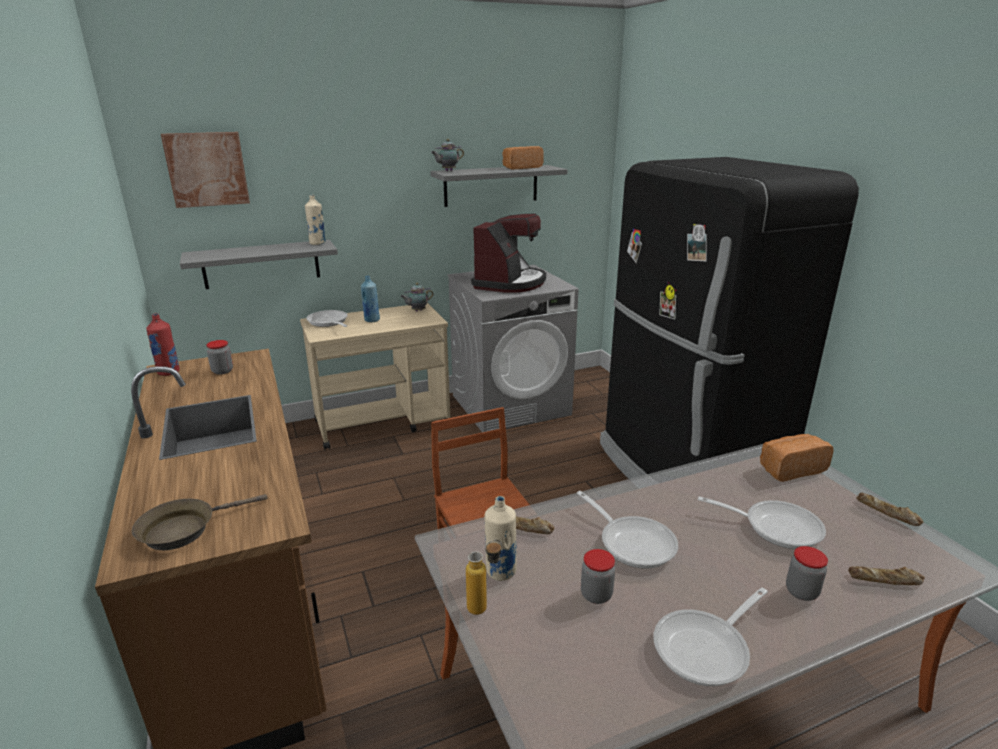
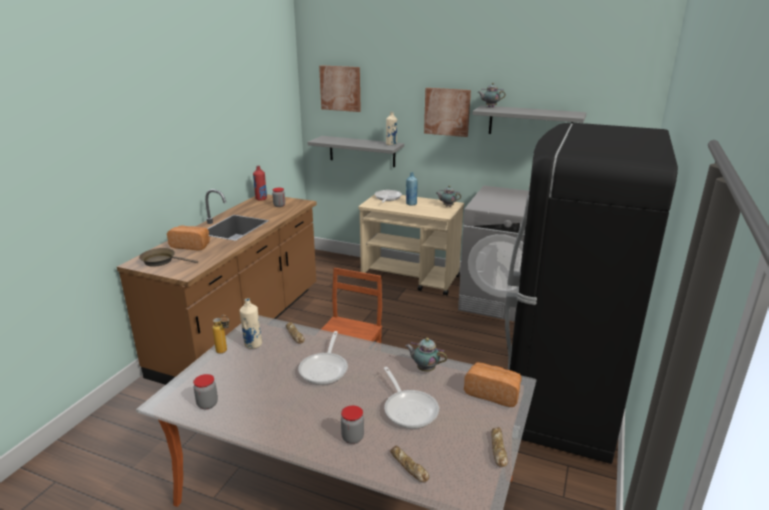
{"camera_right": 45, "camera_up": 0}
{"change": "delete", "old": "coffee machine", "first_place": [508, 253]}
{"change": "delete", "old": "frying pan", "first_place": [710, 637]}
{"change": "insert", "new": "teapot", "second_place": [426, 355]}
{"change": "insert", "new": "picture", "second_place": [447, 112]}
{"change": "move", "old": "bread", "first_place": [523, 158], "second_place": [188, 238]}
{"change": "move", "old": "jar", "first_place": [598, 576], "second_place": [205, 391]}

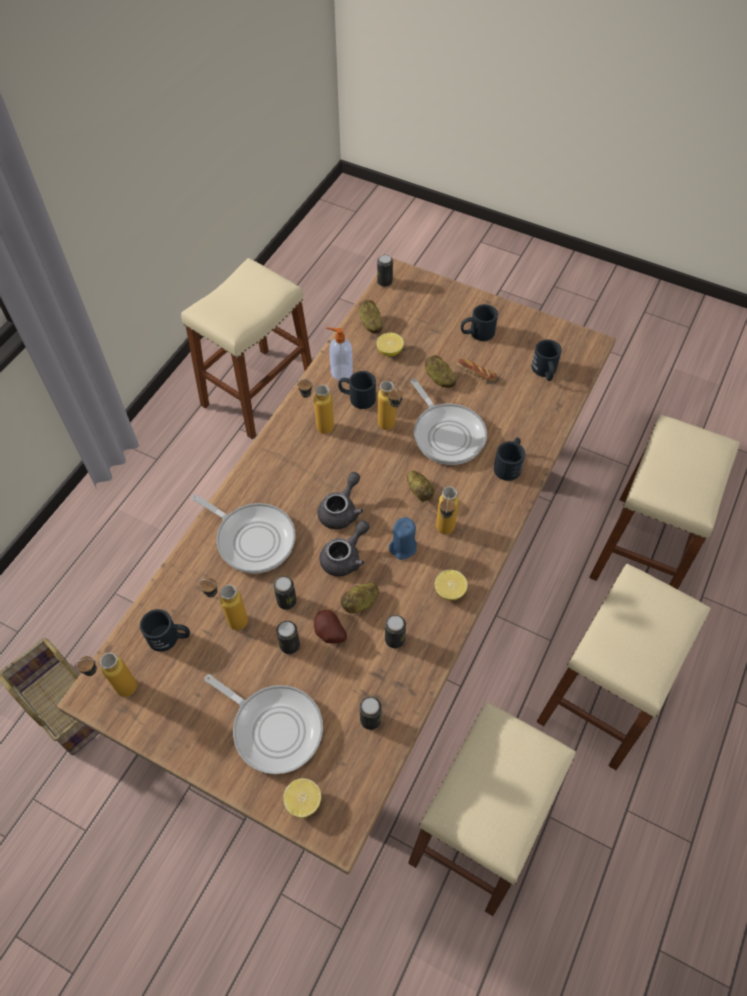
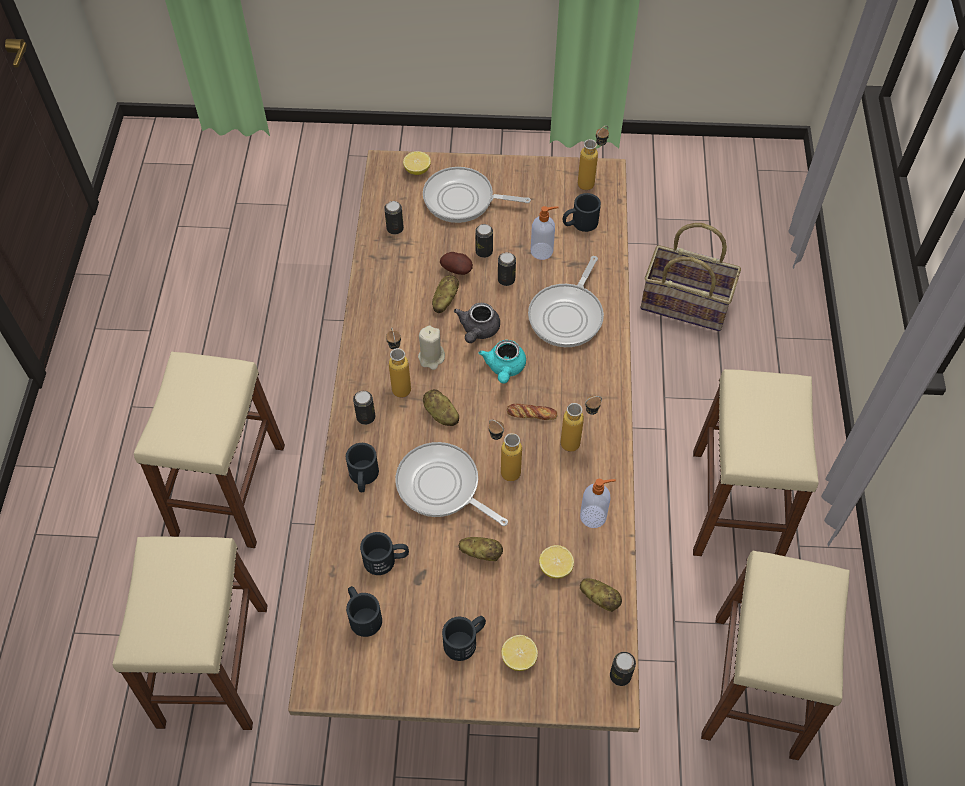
{"camera_right": 155, "camera_up": 0}
{"change": "move", "old": "mug in black", "first_place": [357, 390], "second_place": [384, 553]}
{"change": "move", "old": "can", "first_place": [395, 631], "second_place": [364, 408]}
{"change": "move", "old": "stool in beige", "first_place": [492, 809], "second_place": [756, 462]}
{"change": "move", "old": "lemon", "first_place": [451, 585], "second_place": [520, 653]}
{"change": "move", "old": "bread", "first_place": [477, 370], "second_place": [532, 412]}
{"change": "replace", "old": "bottle", "new": "soap dispenser", "first_place": [223, 604], "second_place": [545, 233]}
{"change": "recolor", "old": "teapot in grey", "new": "teapot in turquoise", "first_place": [340, 500], "second_place": [502, 362]}
{"change": "recolor", "old": "candle in blue", "new": "candle in beige", "first_place": [403, 538], "second_place": [431, 348]}
{"change": "rotate", "old": "frying pan", "first_place": [244, 534], "second_place": [566, 301], "degrees": -75}

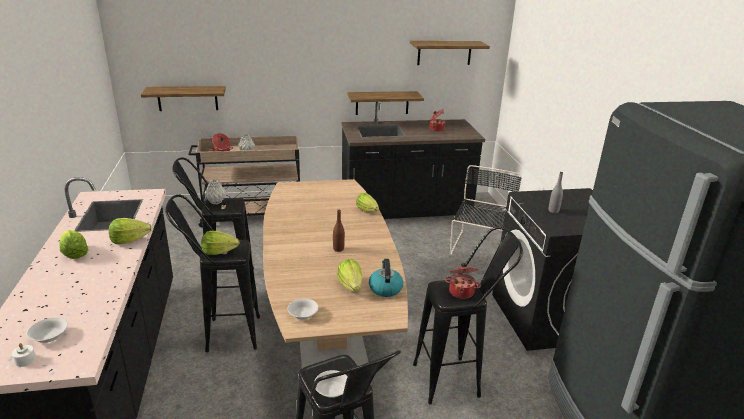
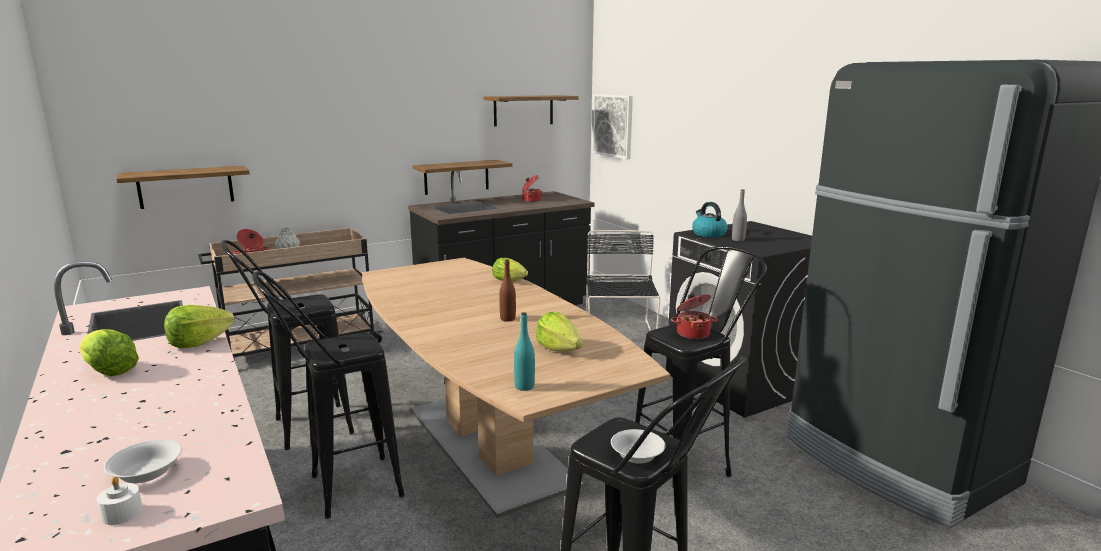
{"camera_right": -20, "camera_up": -10}
{"change": "delete", "old": "lettuce", "first_place": [220, 243]}
{"change": "delete", "old": "vase in grey", "first_place": [215, 192]}
{"change": "insert", "new": "picture", "second_place": [612, 126]}
{"change": "move", "old": "kettle", "first_place": [386, 278], "second_place": [710, 220]}
{"change": "replace", "old": "bowl in white", "new": "bottle in turquoise", "first_place": [303, 309], "second_place": [524, 351]}

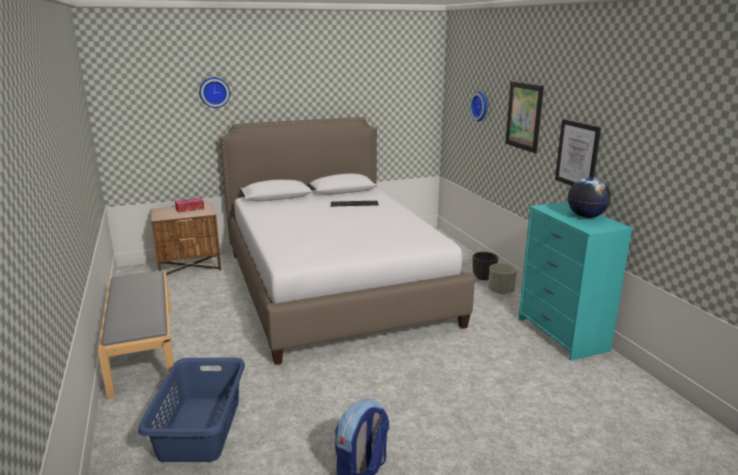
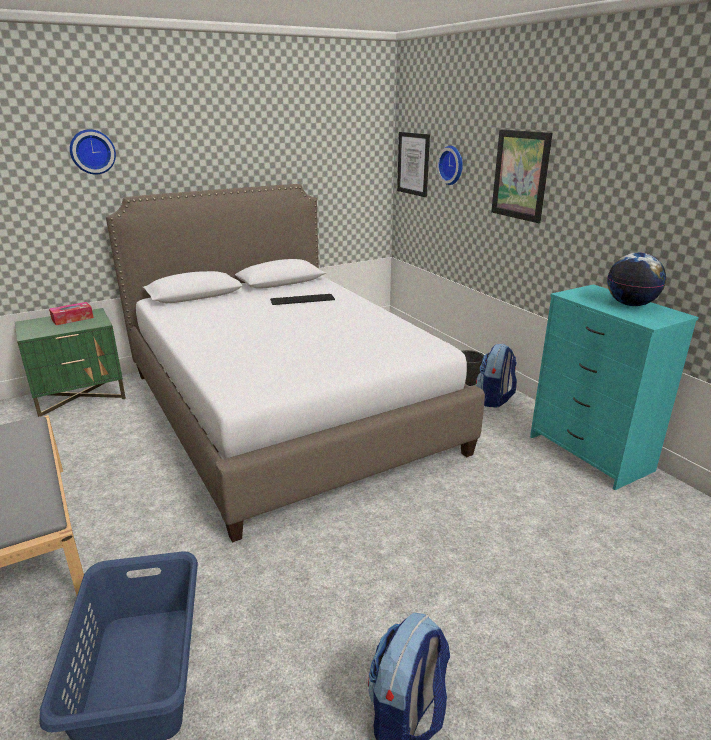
{"camera_right": -10, "camera_up": 5}
{"change": "move", "old": "picture", "first_place": [578, 152], "second_place": [413, 164]}
{"change": "replace", "old": "planter in grey", "new": "backpack", "first_place": [502, 278], "second_place": [496, 376]}
{"change": "recolor", "old": "nightstand in brown", "new": "nightstand in green", "first_place": [186, 239], "second_place": [70, 362]}

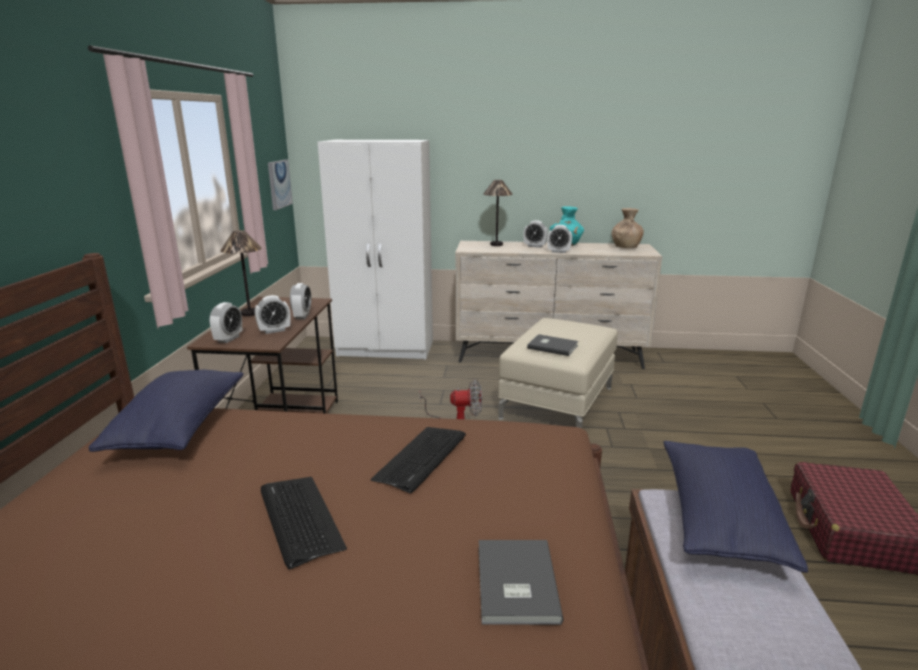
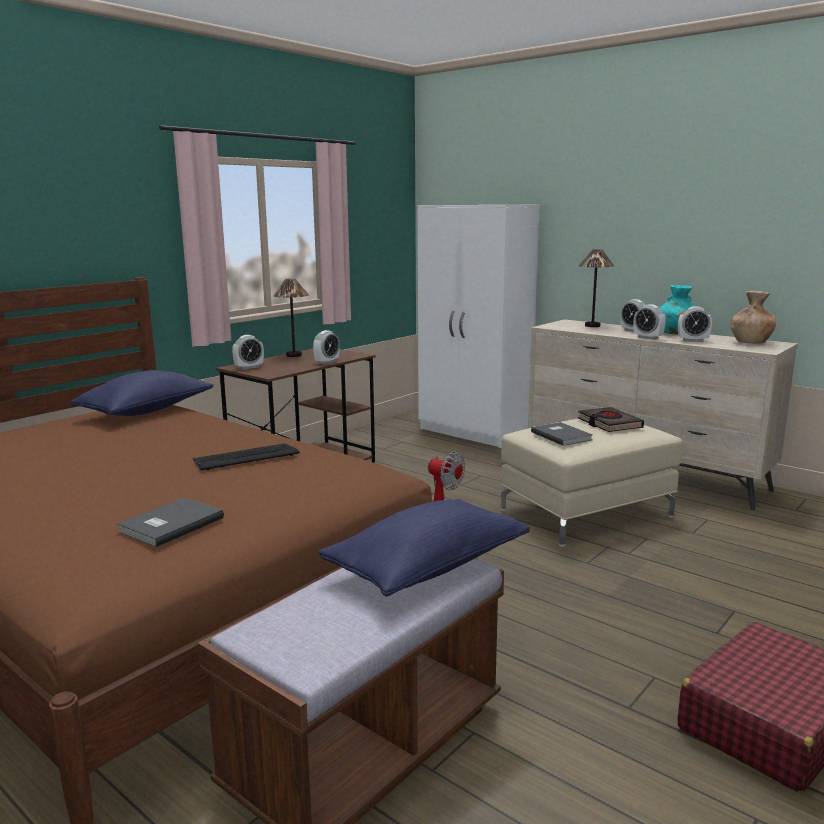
{"camera_right": 35, "camera_up": -5}
{"change": "delete", "old": "keyboard", "first_place": [304, 523]}
{"change": "delete", "old": "picture", "first_place": [280, 185]}
{"change": "insert", "new": "book in black", "second_place": [611, 419]}
{"change": "move", "old": "alarm clock", "first_place": [273, 314], "second_place": [695, 324]}

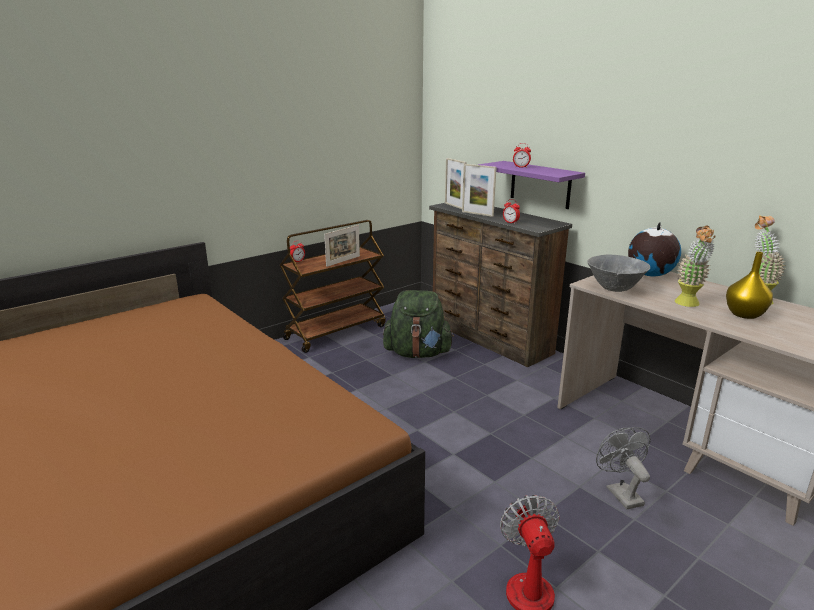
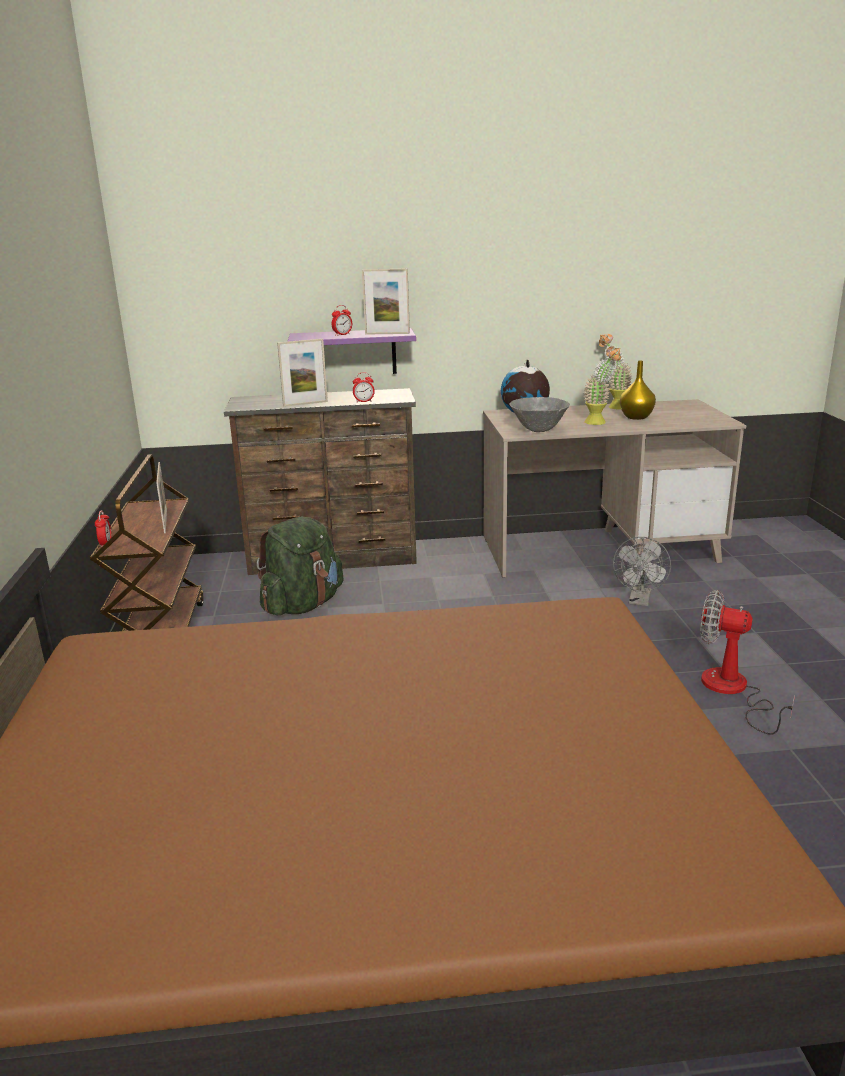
{"camera_right": -55, "camera_up": 0}
{"change": "move", "old": "picture frame", "first_place": [456, 183], "second_place": [386, 302]}
{"change": "rotate", "old": "fan in grey", "first_place": [623, 468], "second_place": [642, 571], "degrees": -90}

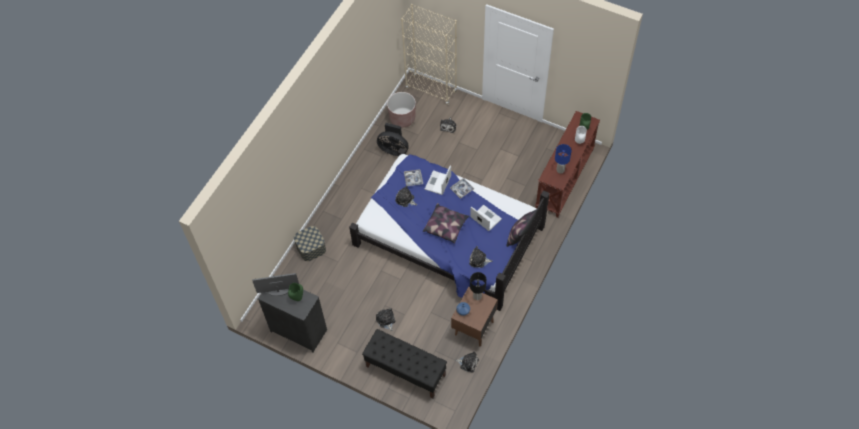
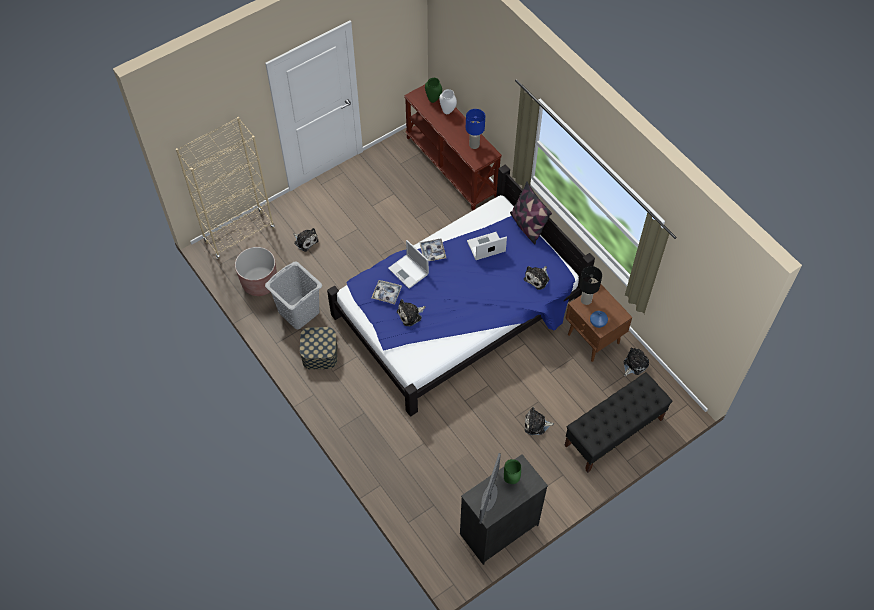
{"camera_right": -65, "camera_up": 0}
{"change": "delete", "old": "pillow", "first_place": [446, 223]}
{"change": "move", "old": "storage box", "first_place": [310, 243], "second_place": [318, 348]}
{"change": "replace", "old": "fan in black", "new": "laundry basket in grey", "first_place": [393, 139], "second_place": [293, 295]}

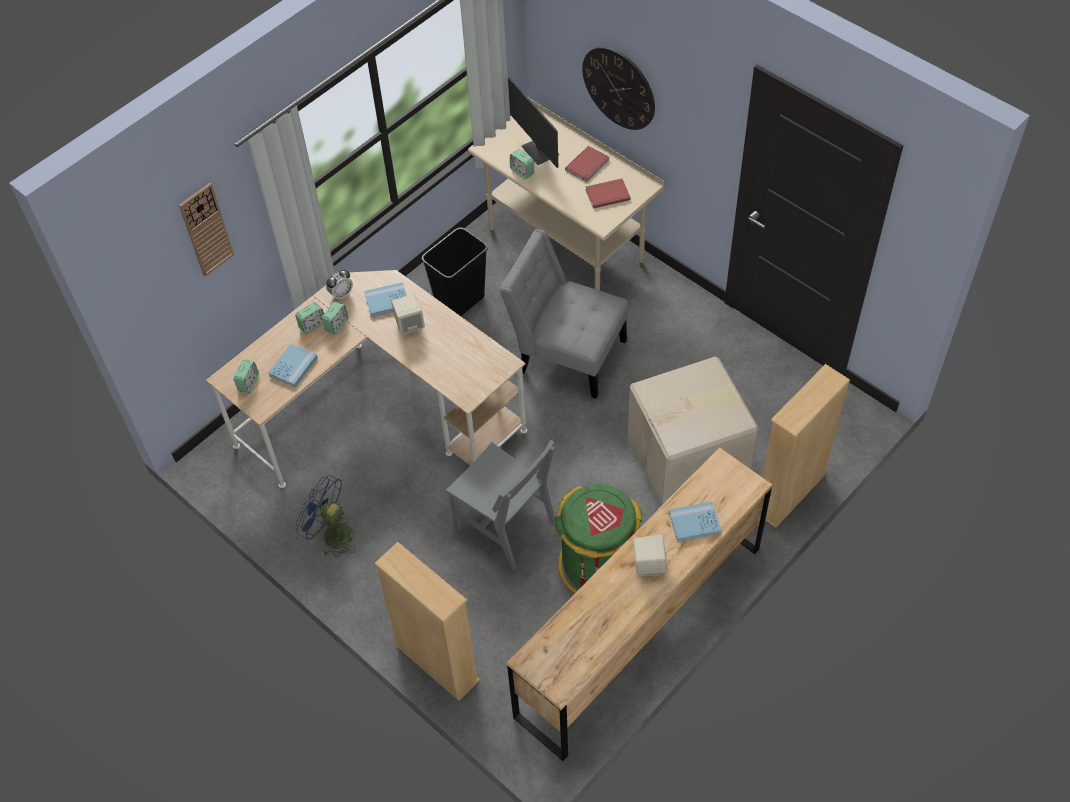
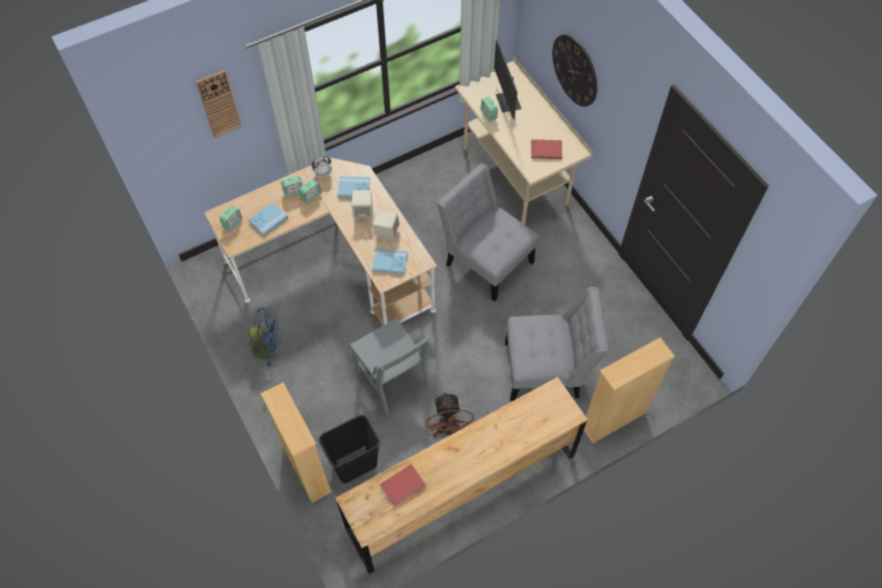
{"camera_right": 15, "camera_up": 5}
{"change": "move", "old": "trash can in black", "first_place": [455, 272], "second_place": [349, 449]}
{"change": "move", "old": "book in red", "first_place": [587, 164], "second_place": [403, 485]}
{"change": "move", "old": "speaker in beige", "first_place": [650, 555], "second_place": [386, 225]}
{"change": "move", "old": "book in blue", "first_place": [695, 521], "second_place": [389, 261]}
{"change": "replace", "old": "trash can in green", "new": "fan in brown", "first_place": [598, 538], "second_place": [450, 415]}
{"change": "replace", "old": "cardboard box", "new": "chair in grey", "first_place": [693, 431], "second_place": [557, 344]}
{"change": "rotate", "old": "fan in blue", "first_place": [326, 516], "second_place": [263, 337], "degrees": 135}

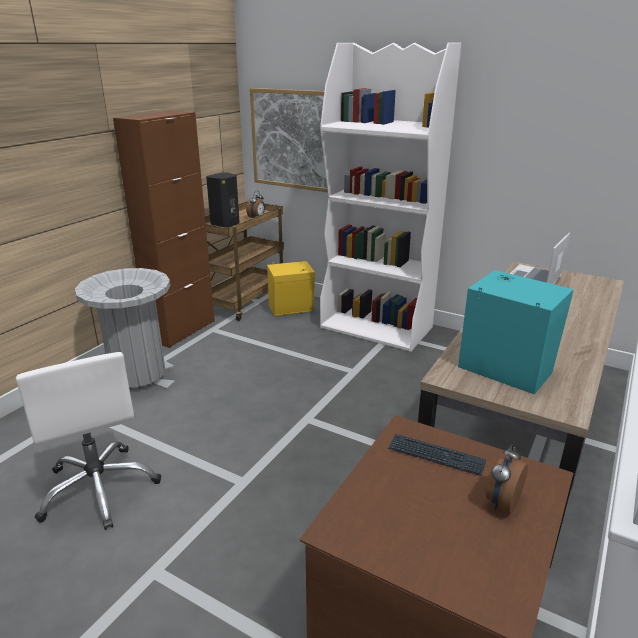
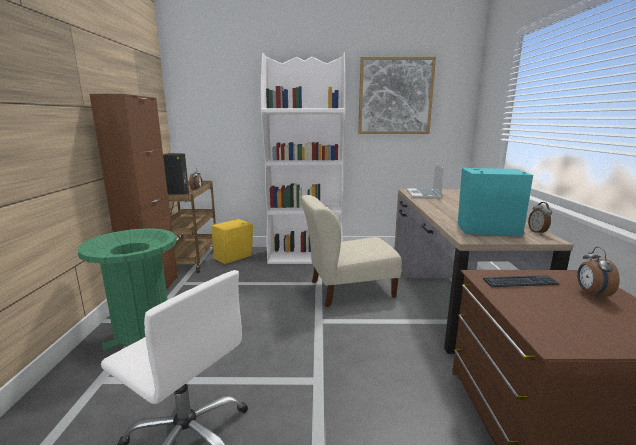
{"camera_right": -30, "camera_up": -10}
{"change": "insert", "new": "chair in beige", "second_place": [351, 251]}
{"change": "insert", "new": "alarm clock", "second_place": [540, 218]}
{"change": "move", "old": "picture", "first_place": [289, 140], "second_place": [397, 95]}
{"change": "recolor", "old": "trash can in grey", "new": "trash can in green", "first_place": [125, 329], "second_place": [127, 290]}

